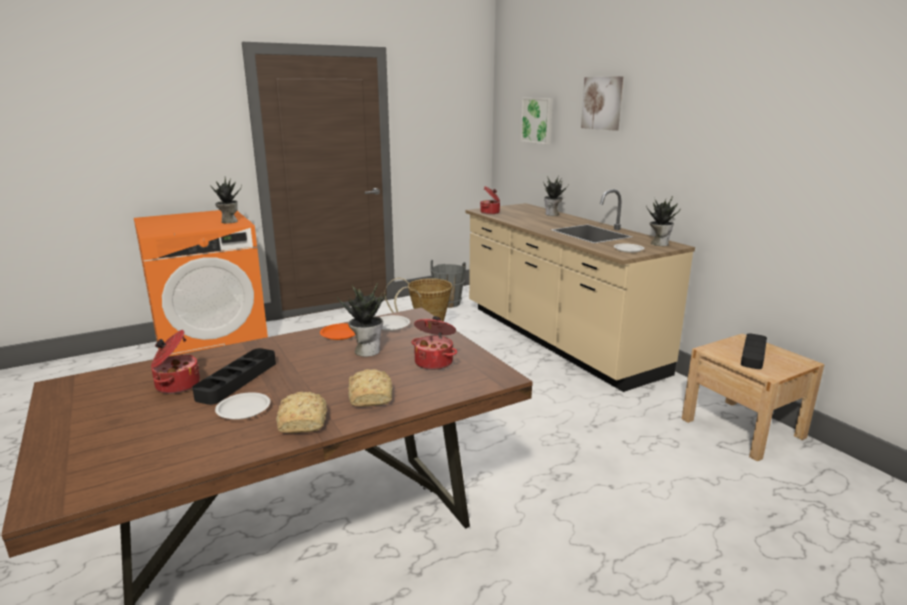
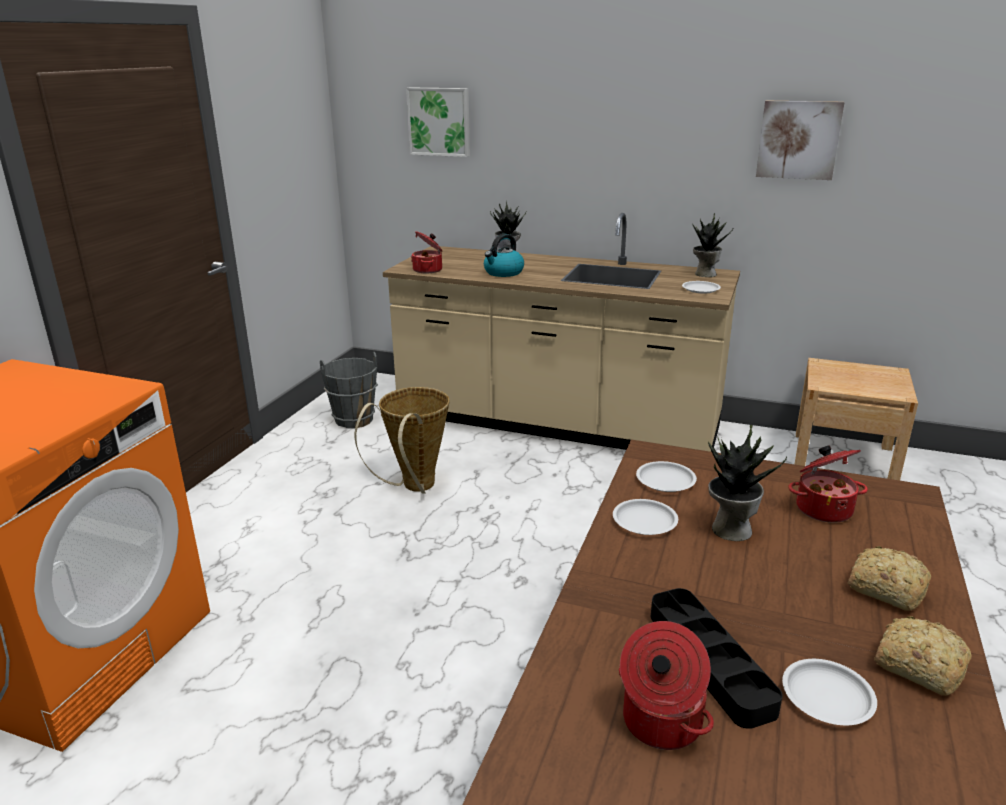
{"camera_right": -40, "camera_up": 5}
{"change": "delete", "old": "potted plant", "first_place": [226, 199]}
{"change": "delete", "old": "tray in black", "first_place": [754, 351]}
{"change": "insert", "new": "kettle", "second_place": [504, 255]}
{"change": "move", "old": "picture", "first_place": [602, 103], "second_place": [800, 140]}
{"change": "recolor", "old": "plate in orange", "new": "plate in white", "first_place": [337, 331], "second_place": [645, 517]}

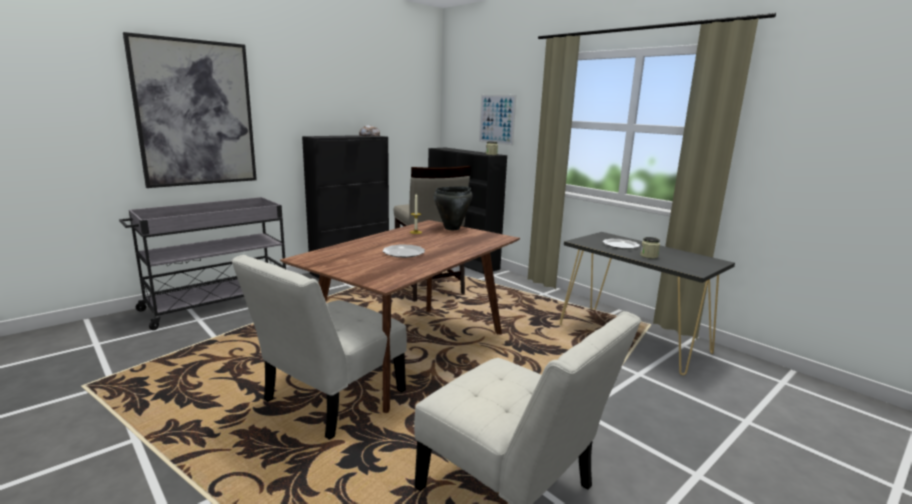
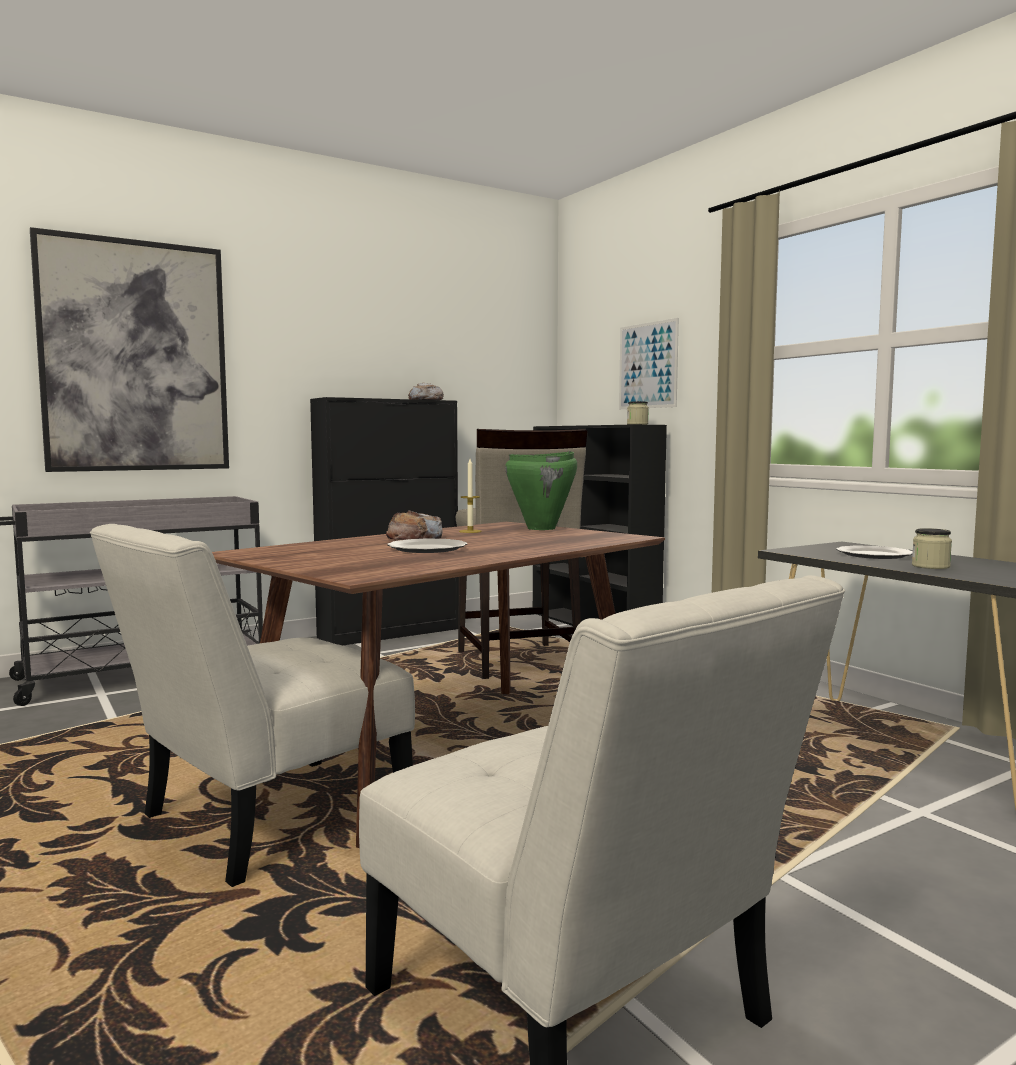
{"camera_right": 10, "camera_up": -10}
{"change": "insert", "new": "bread", "second_place": [414, 525]}
{"change": "recolor", "old": "cooking pot in black", "new": "cooking pot in green", "first_place": [453, 208], "second_place": [541, 490]}

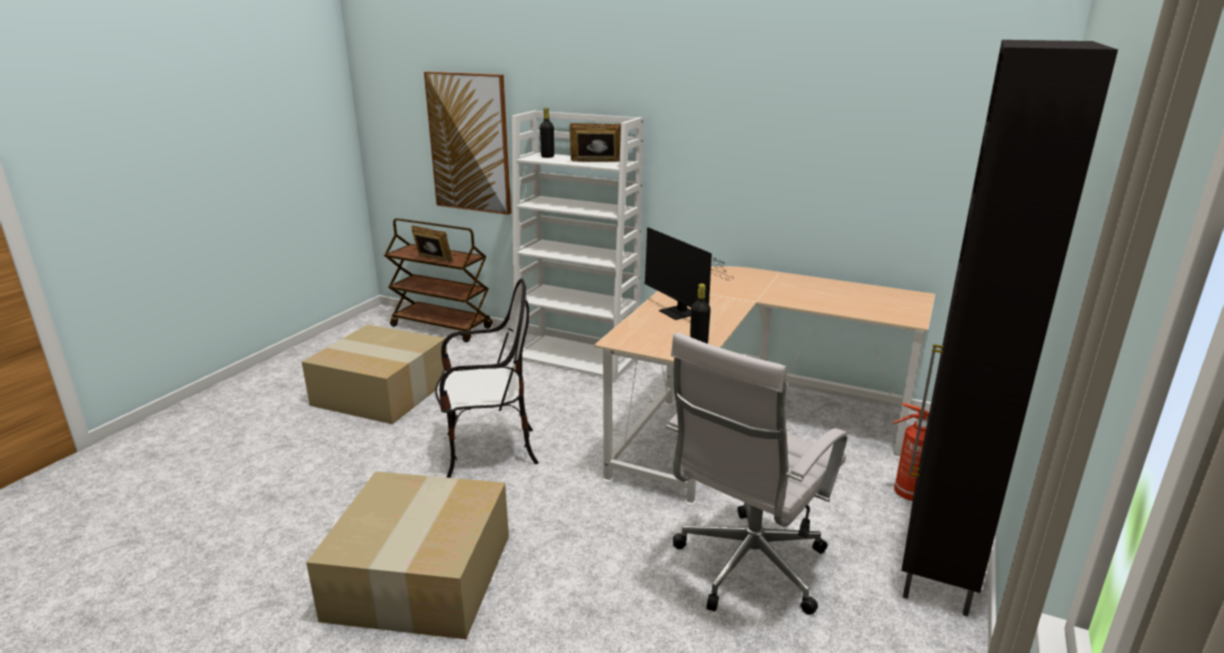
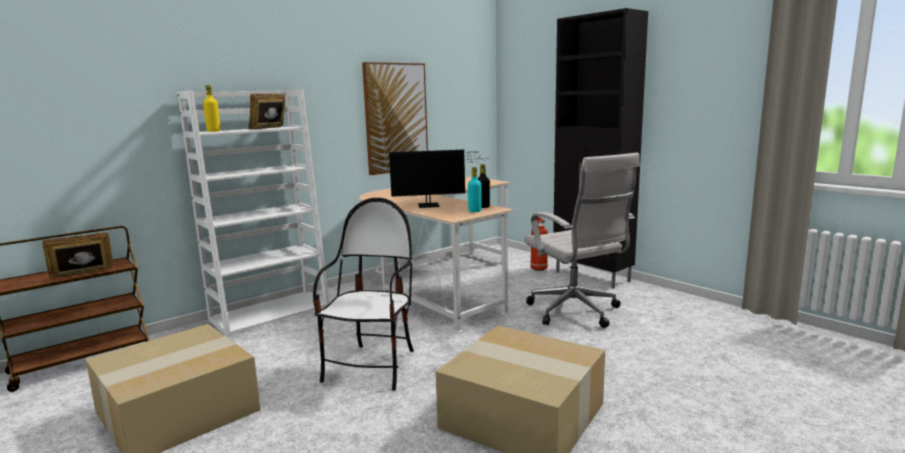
{"camera_right": -65, "camera_up": -10}
{"change": "insert", "new": "bottle in turquoise", "second_place": [474, 189]}
{"change": "move", "old": "picture", "first_place": [467, 143], "second_place": [395, 118]}
{"change": "recolor", "old": "bottle in black", "new": "bottle in yellow", "first_place": [547, 133], "second_place": [212, 108]}

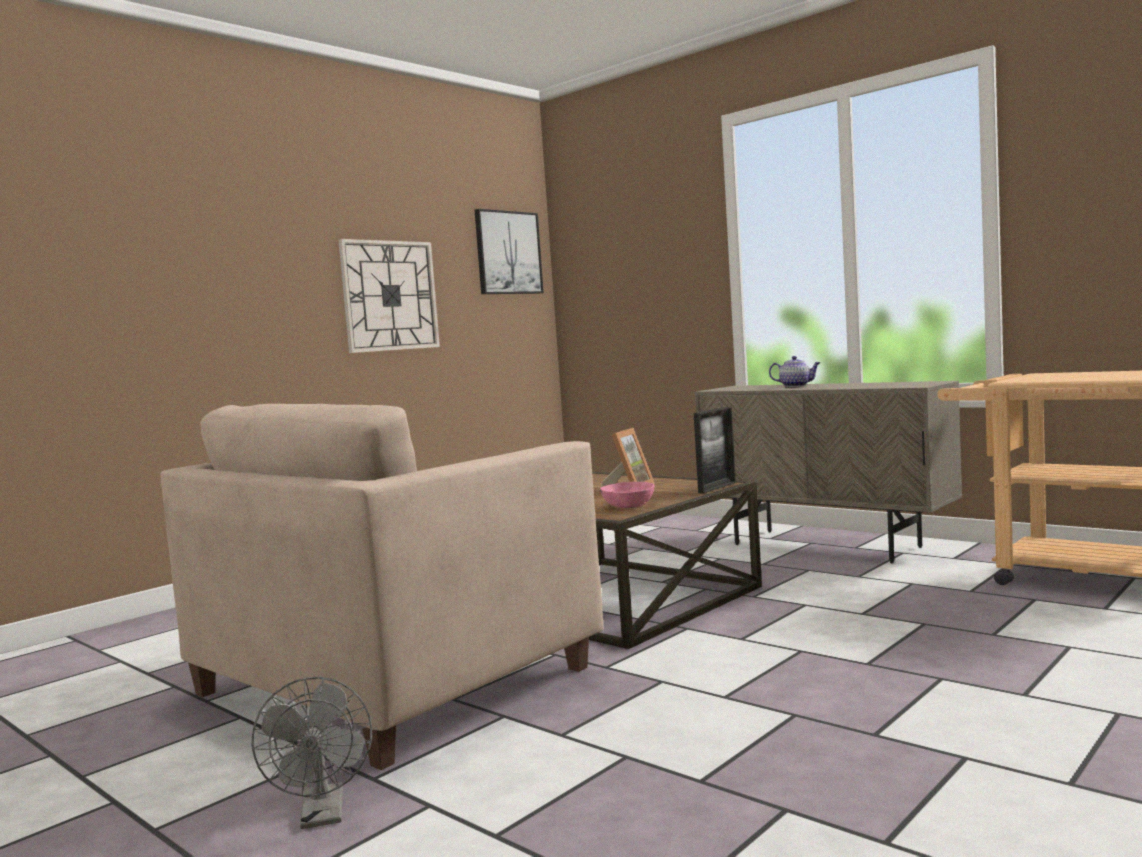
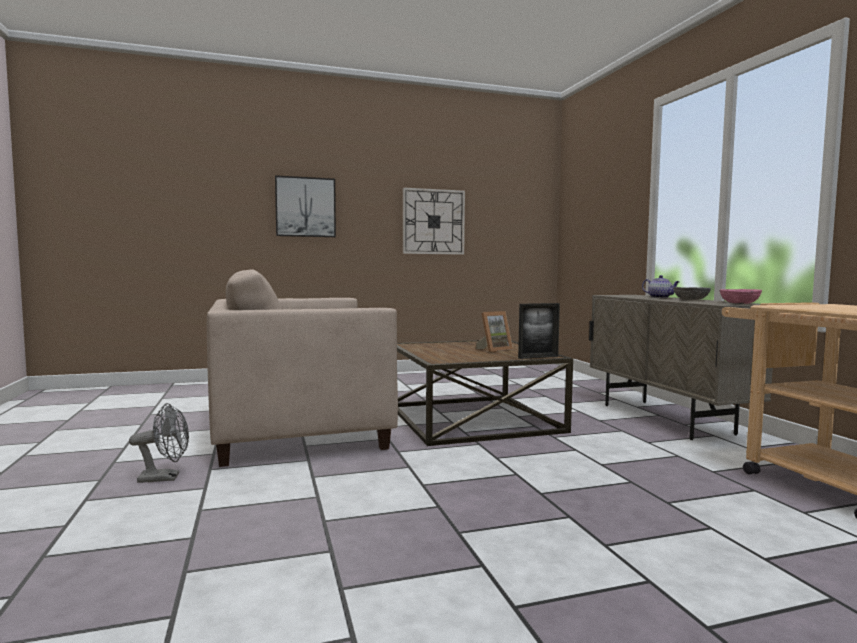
{"camera_right": 30, "camera_up": 0}
{"change": "insert", "new": "bowl in grey", "second_place": [692, 293]}
{"change": "move", "old": "picture", "first_place": [509, 251], "second_place": [305, 206]}
{"change": "move", "old": "bowl in pink", "first_place": [627, 495], "second_place": [741, 296]}
{"change": "rotate", "old": "fan in grey", "first_place": [311, 753], "second_place": [159, 443], "degrees": -120}

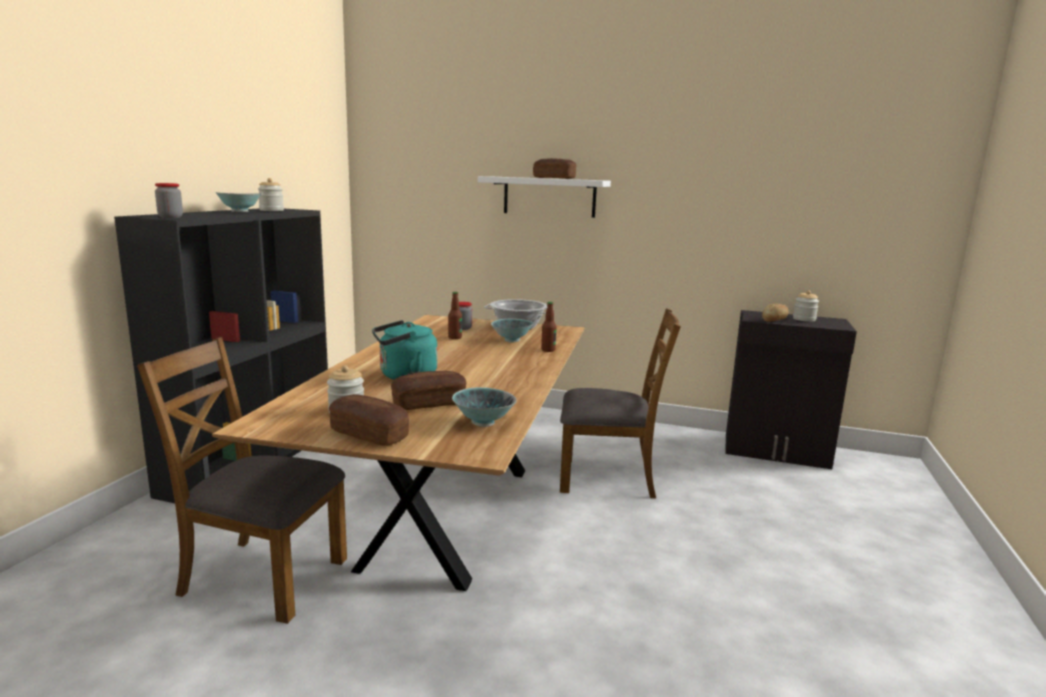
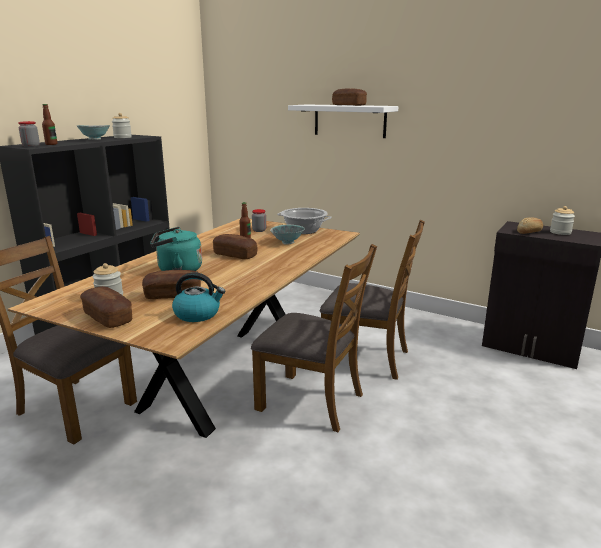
{"camera_right": 15, "camera_up": 5}
{"change": "insert", "new": "bread", "second_place": [235, 246]}
{"change": "insert", "new": "chair in brown", "second_place": [314, 338]}
{"change": "move", "old": "bottle", "first_place": [549, 327], "second_place": [49, 124]}
{"change": "replace", "old": "bowl", "new": "kettle", "first_place": [484, 407], "second_place": [198, 297]}

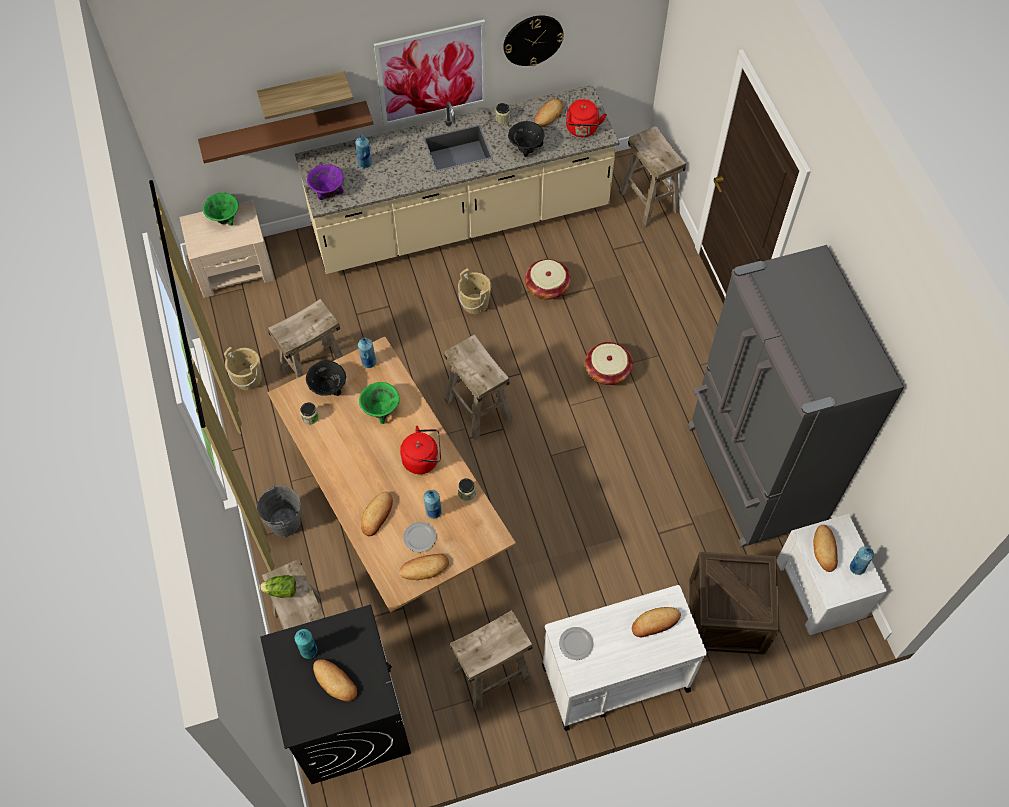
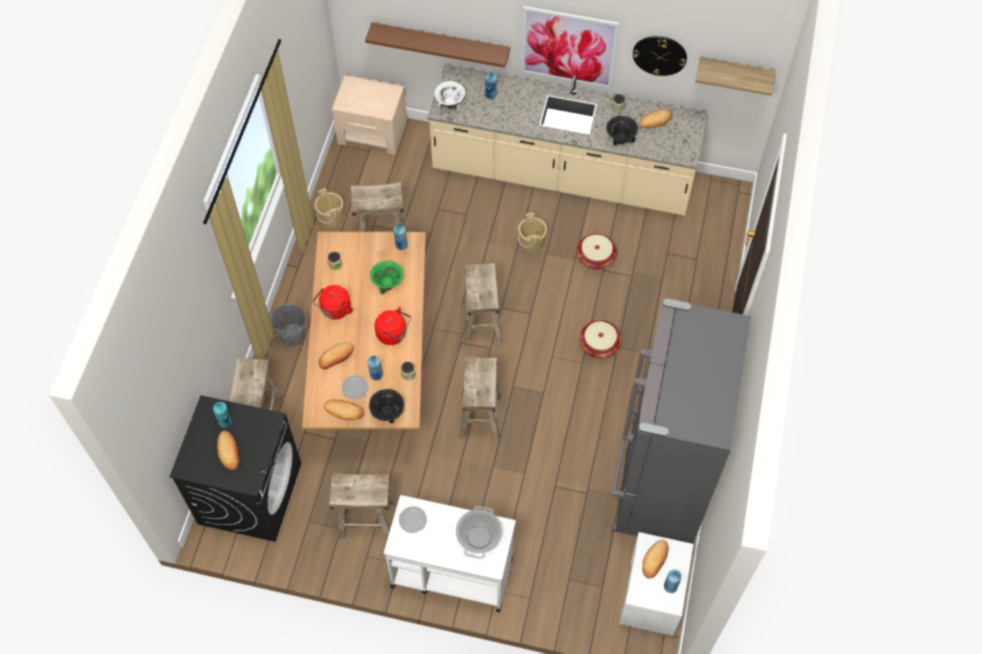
{"camera_right": 30, "camera_up": 0}
{"change": "delete", "old": "bowl in green", "first_place": [221, 209]}
{"change": "delete", "old": "lettuce", "first_place": [277, 586]}
{"change": "delete", "old": "crate", "first_place": [734, 603]}
{"change": "move", "old": "shelf", "first_place": [305, 95], "second_place": [735, 76]}
{"change": "move", "old": "bowl in black", "first_place": [326, 378], "second_place": [386, 406]}
{"change": "move", "old": "kettle in red", "first_place": [586, 118], "second_place": [333, 302]}
{"change": "move", "old": "stool in beige", "first_place": [652, 177], "second_place": [480, 398]}
{"change": "replace", "old": "bread", "new": "cooking pot", "first_place": [656, 622], "second_place": [479, 532]}
{"change": "recolor", "old": "bowl in purple", "new": "bowl in white", "first_place": [325, 182], "second_place": [449, 96]}

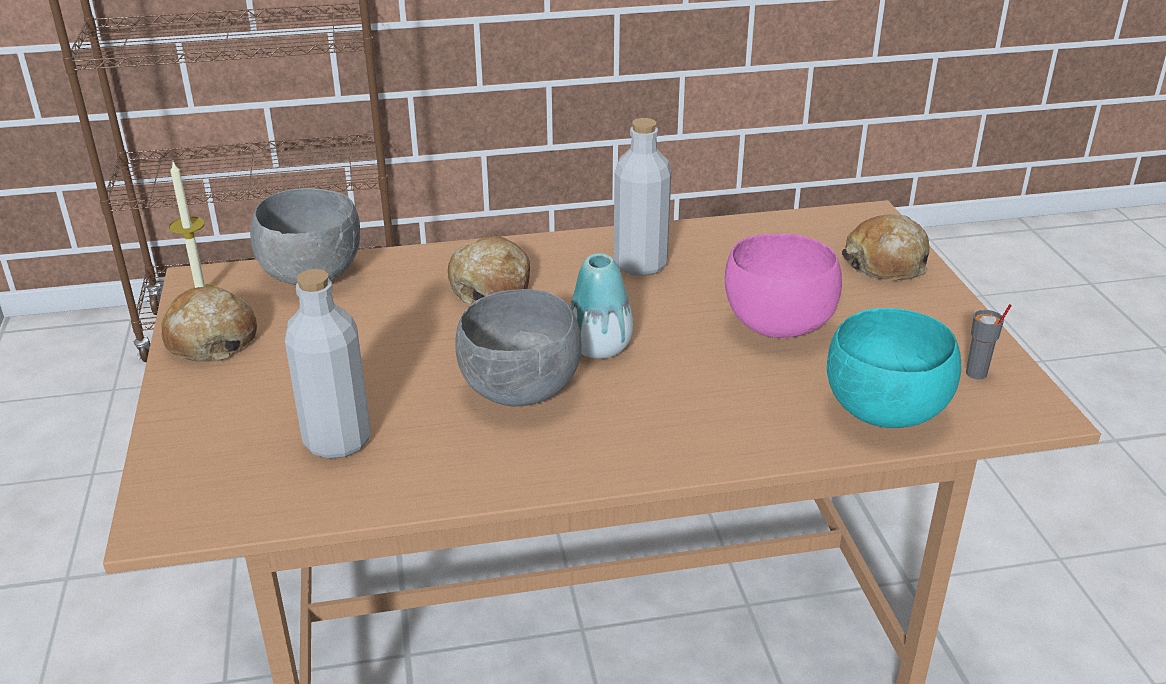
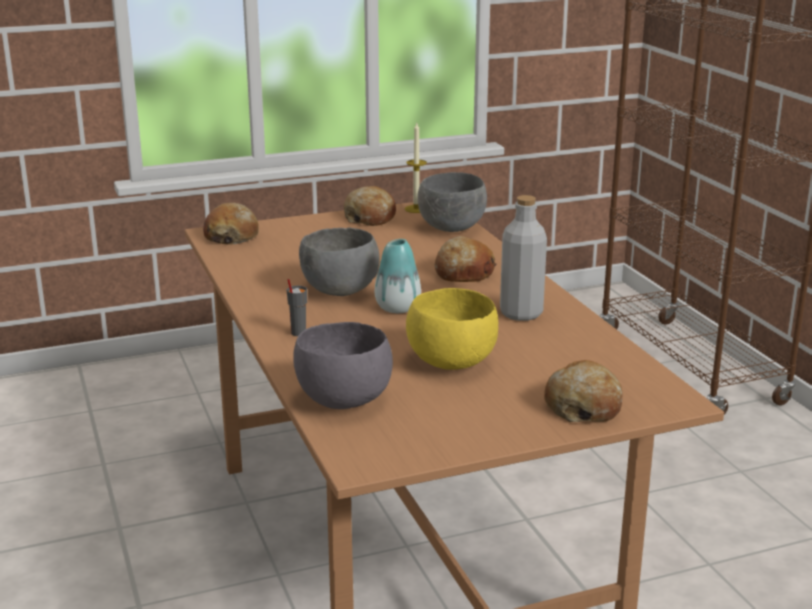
{"camera_right": 80, "camera_up": -10}
{"change": "delete", "old": "bottle in grey", "first_place": [327, 364]}
{"change": "insert", "new": "bread", "second_place": [231, 224]}
{"change": "move", "old": "cup in grey", "first_place": [989, 341], "second_place": [297, 307]}
{"change": "recolor", "old": "bowl in pink", "new": "bowl in yellow", "first_place": [783, 286], "second_place": [452, 329]}
{"change": "recolor", "old": "bowl in turquoise", "new": "bowl in grey", "first_place": [894, 368], "second_place": [343, 365]}

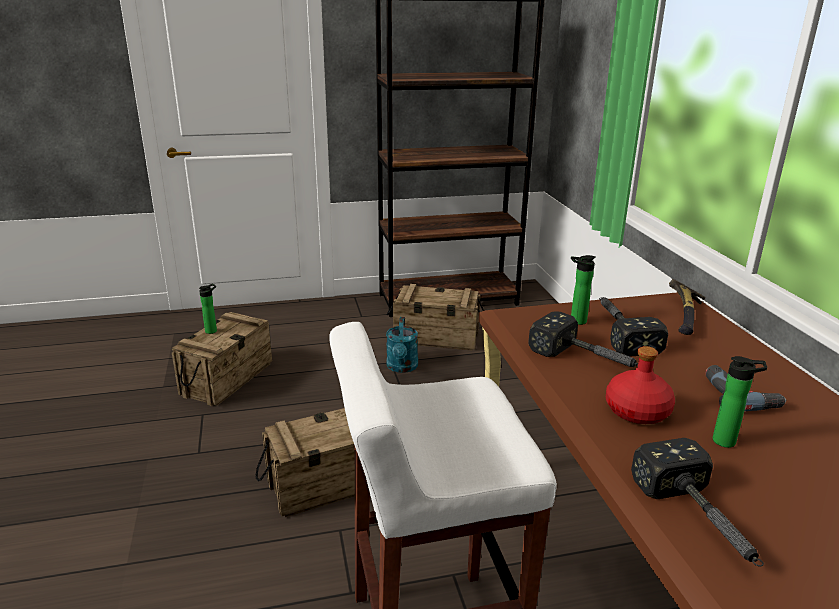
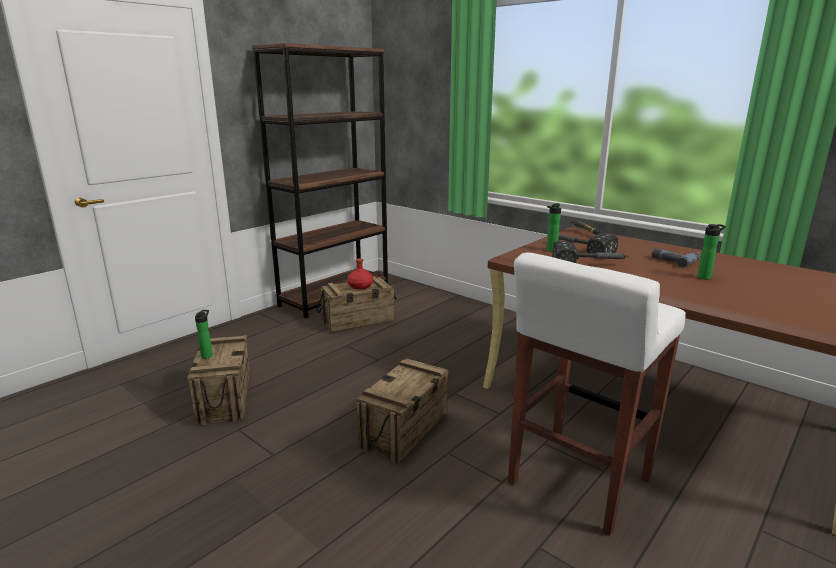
{"camera_right": -35, "camera_up": -5}
{"change": "delete", "old": "watering can in turquoise", "first_place": [402, 345]}
{"change": "delete", "old": "hammer", "first_place": [697, 502]}
{"change": "move", "old": "bottle in red", "first_place": [640, 385], "second_place": [360, 273]}

